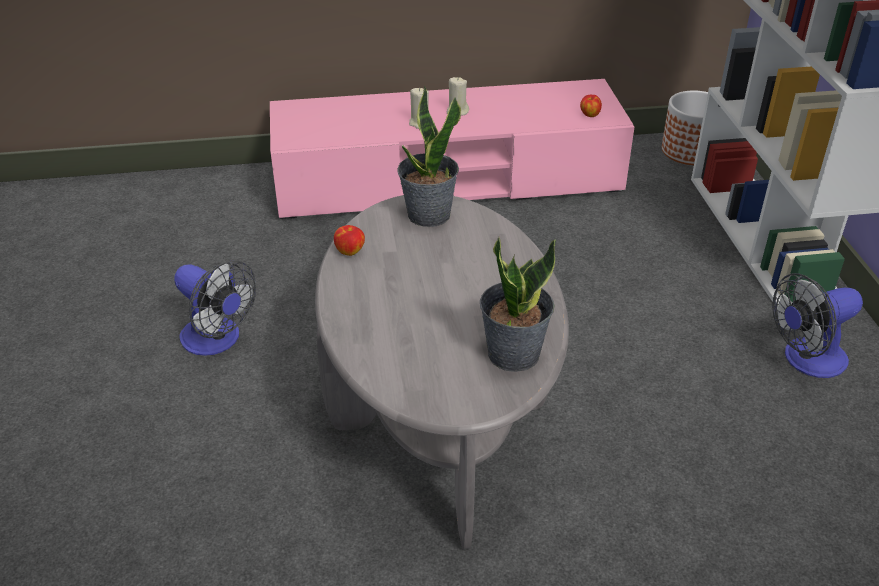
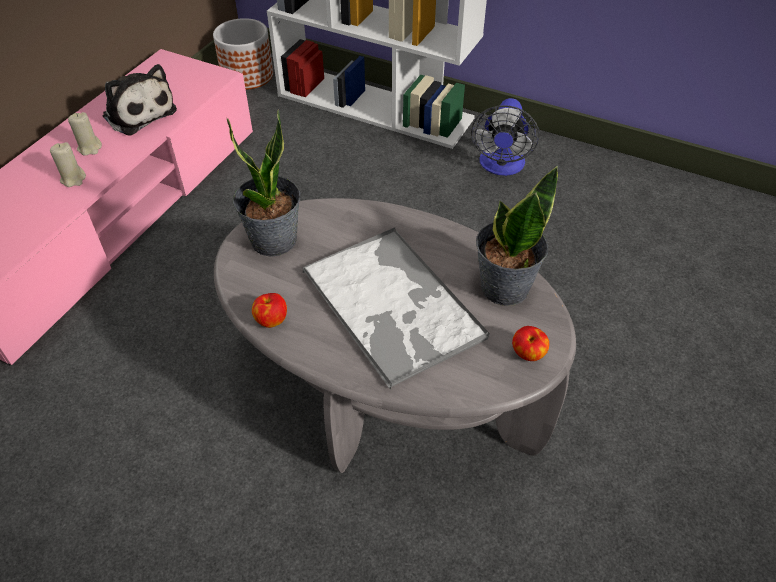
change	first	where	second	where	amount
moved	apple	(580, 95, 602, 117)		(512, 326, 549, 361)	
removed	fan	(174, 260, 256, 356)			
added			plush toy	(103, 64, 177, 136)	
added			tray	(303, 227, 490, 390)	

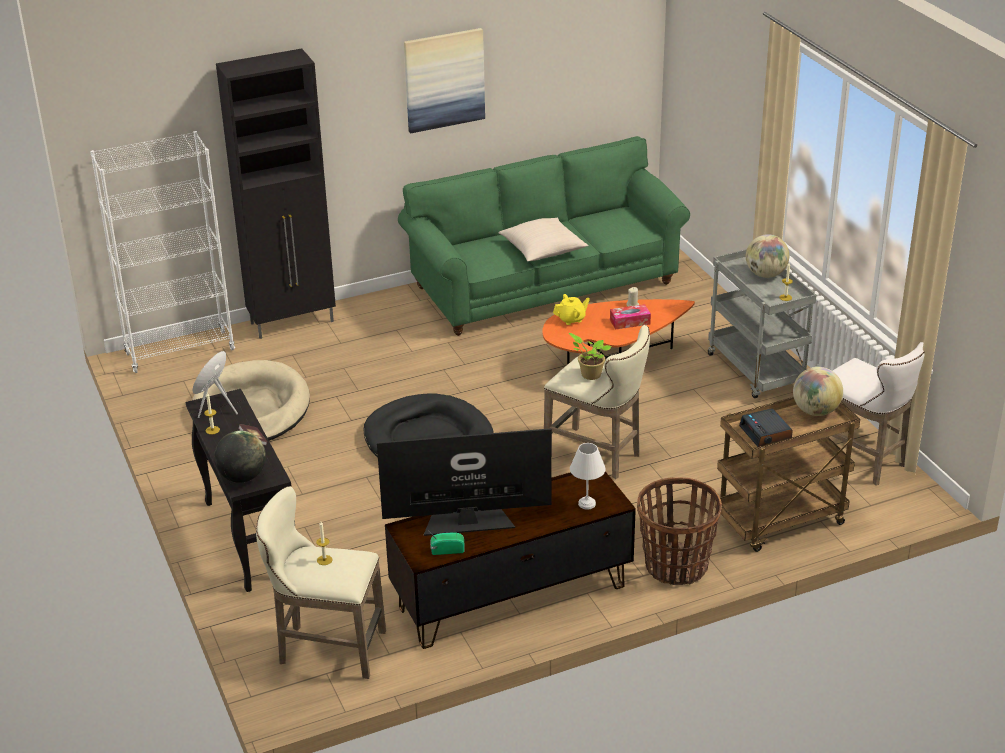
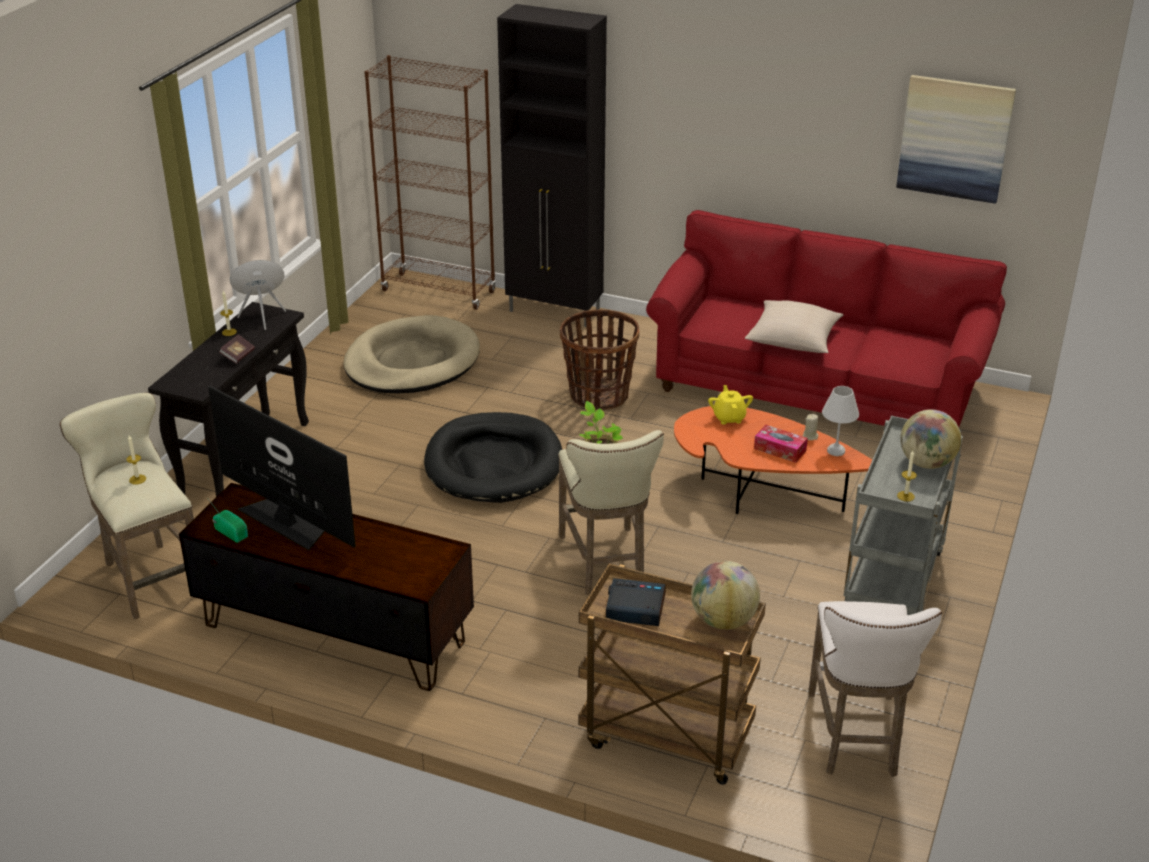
change	first	where	second	where	amount
moved	picture	(404, 28, 485, 133)		(896, 75, 1016, 204)	
recoloured	white bookcase	(90, 131, 235, 373)	brown bookcase	(364, 55, 496, 310)	
recoloured	green sofa	(398, 136, 690, 336)	red sofa	(646, 210, 1007, 427)	
turned	yellow teapot	(553, 294, 590, 325)		(708, 385, 753, 424)	120 degrees counterclockwise
turned	alarm clock	(739, 408, 793, 447)		(606, 578, 665, 626)	75 degrees clockwise
removed	globe	(214, 431, 266, 483)			
moved	white table lamp	(570, 443, 606, 509)		(822, 386, 859, 456)	
moved	basket	(637, 477, 722, 585)		(560, 309, 639, 410)	

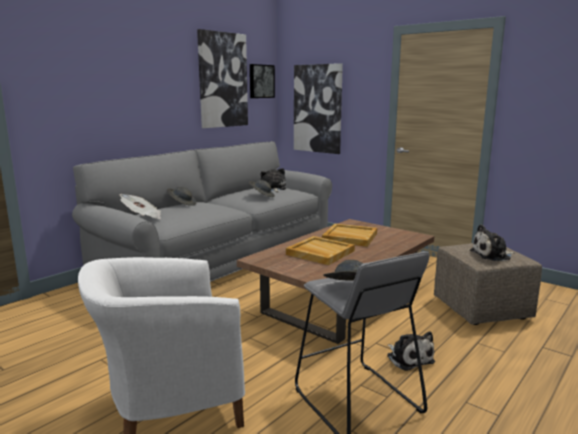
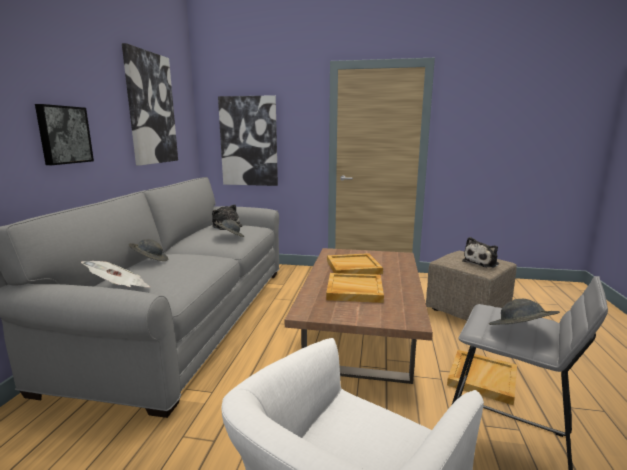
change	first	where	second	where	amount
moved	picture	(250, 64, 275, 98)		(35, 104, 94, 165)	
replaced	plush toy	(387, 331, 435, 371)	beige tray	(447, 350, 517, 405)	

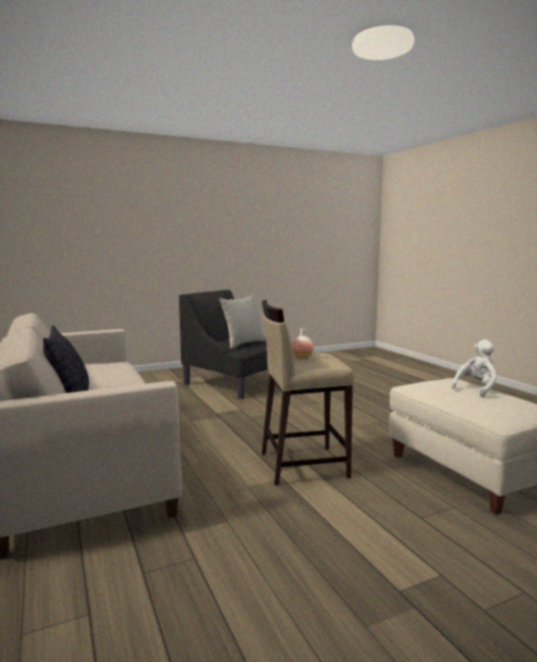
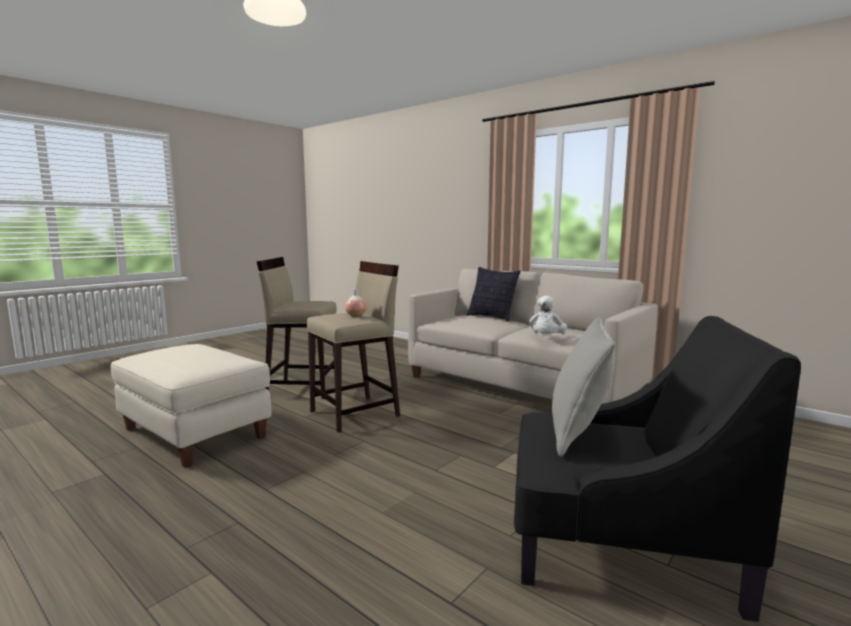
change	first	where	second	where	amount
moved	white plush toy	(451, 340, 497, 397)		(529, 296, 567, 335)	
added			beige stool	(257, 257, 337, 399)	

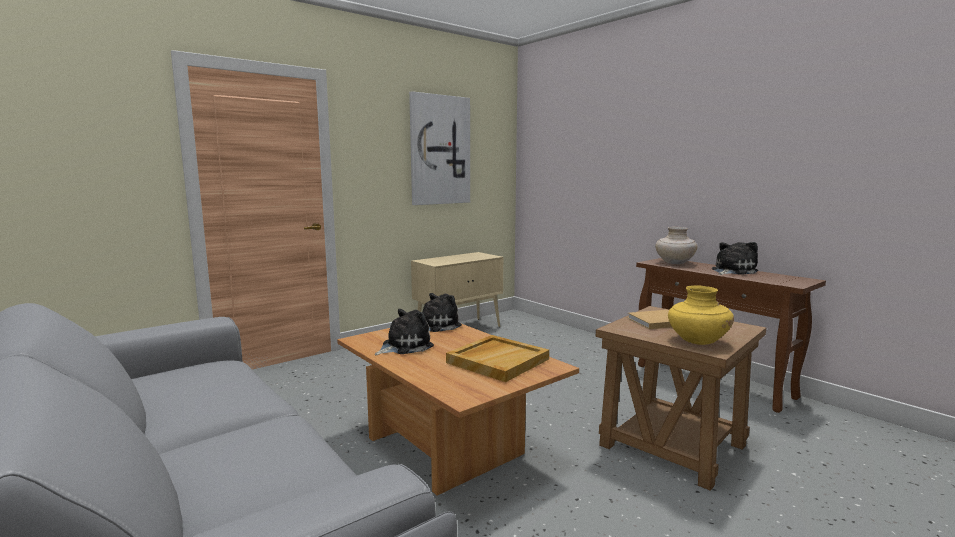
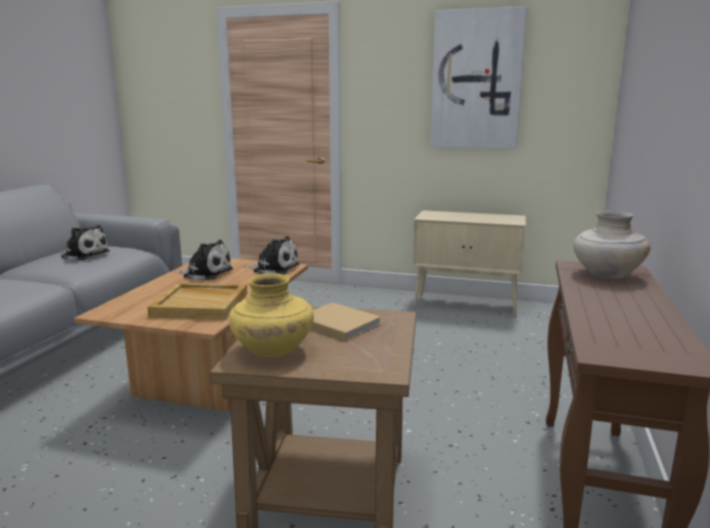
change	first	where	second	where	amount
moved	plush toy	(712, 242, 758, 275)		(58, 225, 110, 261)	

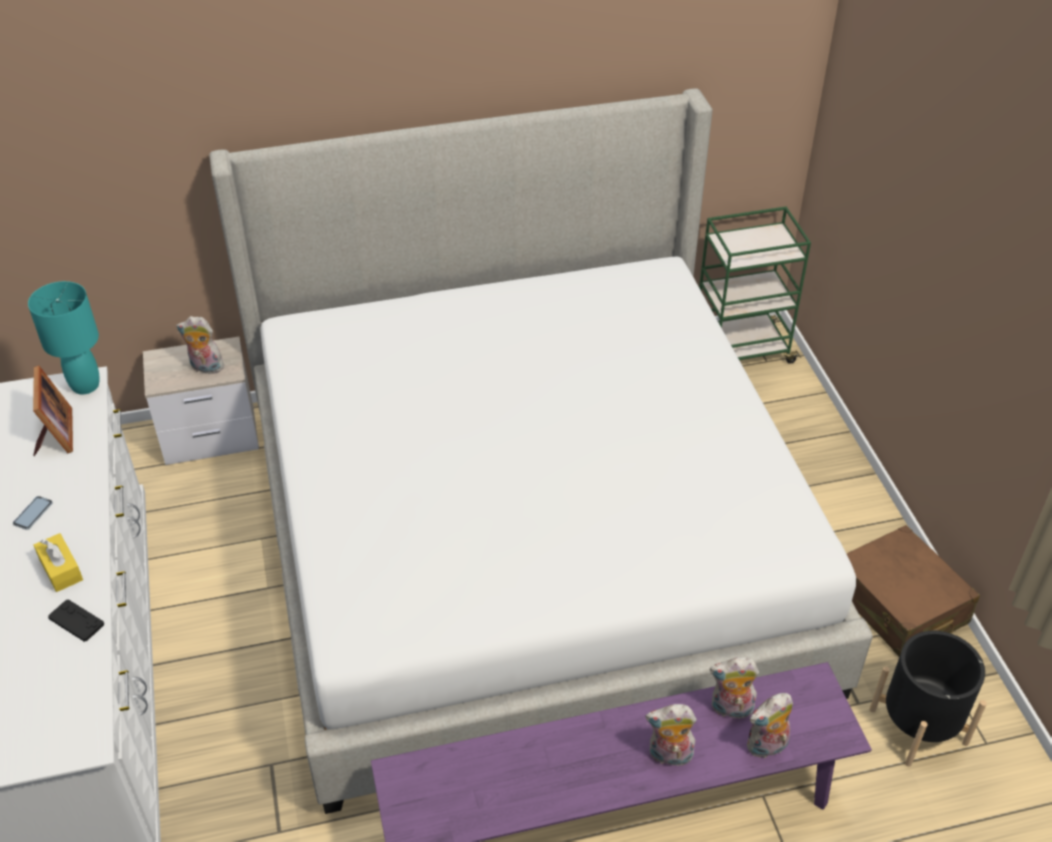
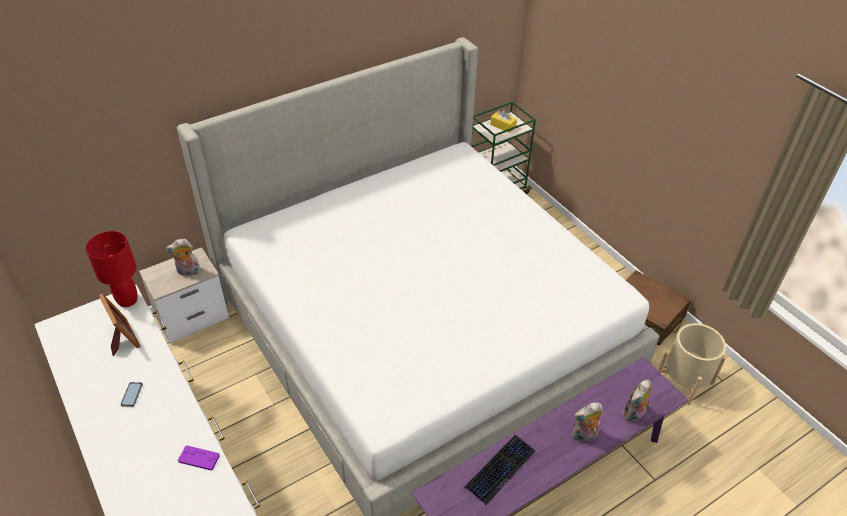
change	first	where	second	where	amount
recoloured	turquoise table lamp	(28, 281, 99, 394)	red table lamp	(85, 231, 137, 307)	
moved	yellow tissue box	(34, 533, 83, 592)		(490, 110, 517, 133)	
recoloured	black game controller	(48, 599, 104, 642)	purple game controller	(178, 446, 220, 470)	
recoloured	black planter	(869, 631, 987, 767)	beige planter	(658, 323, 726, 405)	
removed	plush toy	(710, 657, 759, 720)			
added			keyboard	(464, 435, 535, 505)	

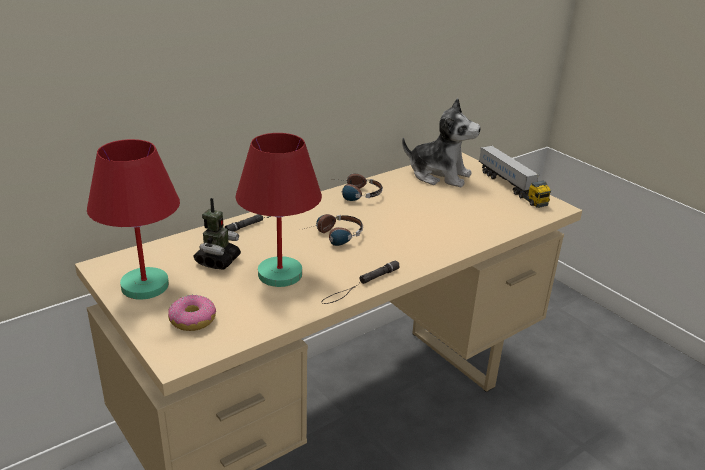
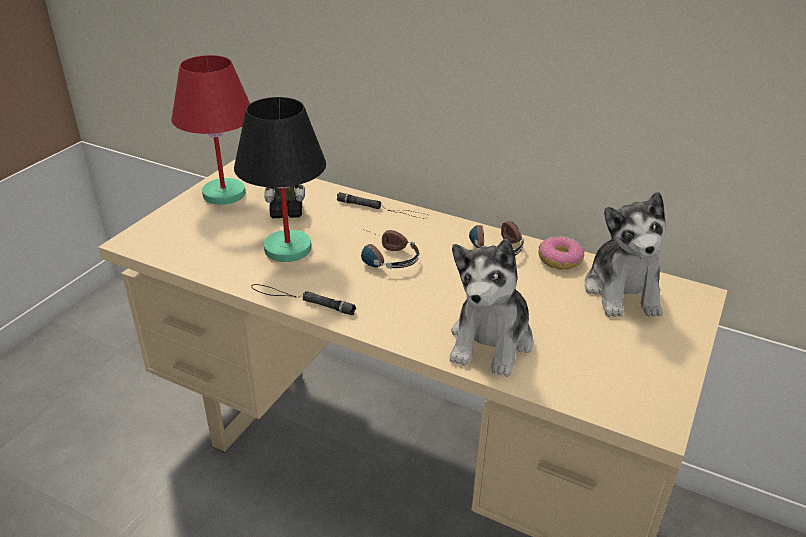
change	first	where	second	where	amount
recoloured	red table lamp	(235, 133, 322, 287)	black table lamp	(234, 97, 326, 262)	
removed	toy truck	(479, 145, 551, 208)			
moved	donut	(168, 295, 216, 331)		(538, 236, 584, 270)	
added			plush toy	(450, 239, 533, 377)	

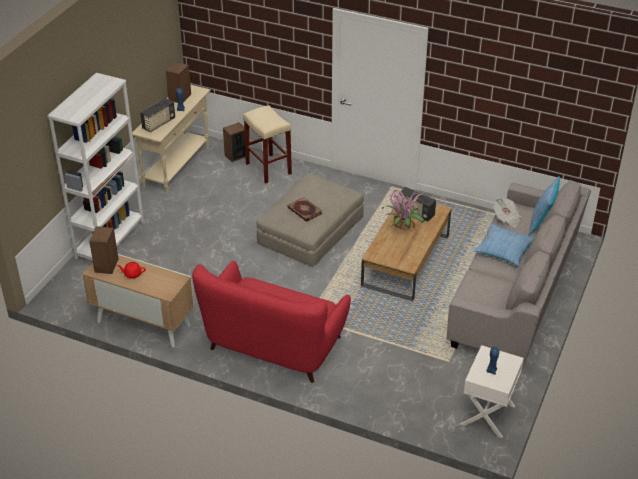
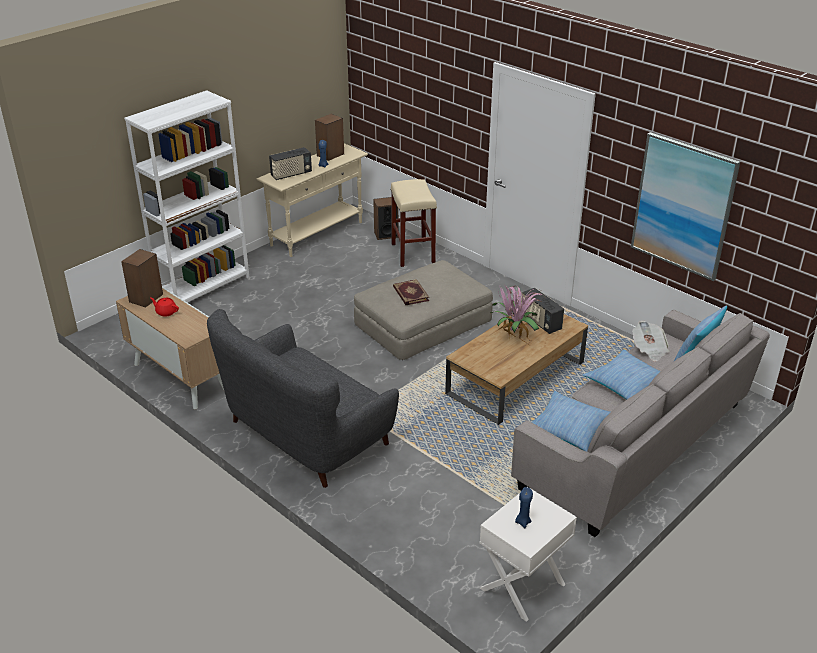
change	first	where	second	where	amount
recoloured	red sofa	(192, 261, 351, 383)	grey sofa	(207, 309, 399, 488)	
added			picture	(631, 132, 740, 281)	
added			pillow	(532, 391, 611, 451)	

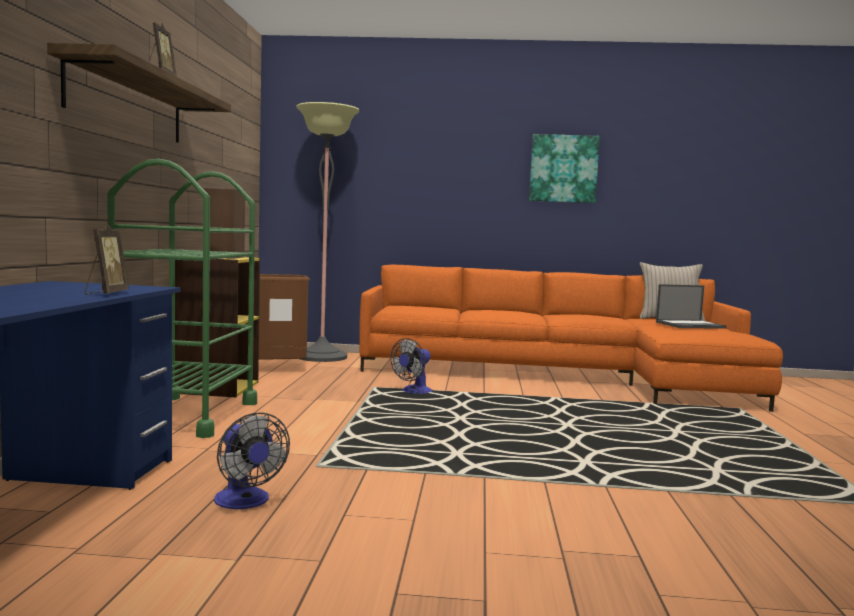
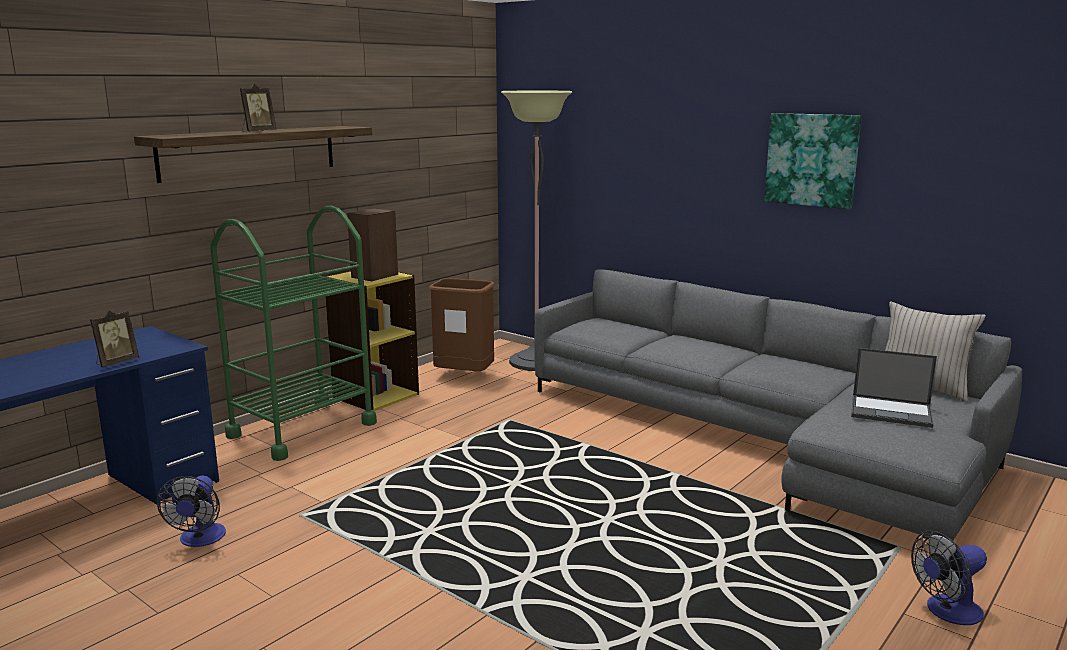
change	first	where	second	where	amount
recoloured	orange sofa	(359, 265, 783, 412)	grey sofa	(534, 270, 1022, 541)	
moved	fan	(390, 338, 432, 394)		(911, 531, 987, 625)	

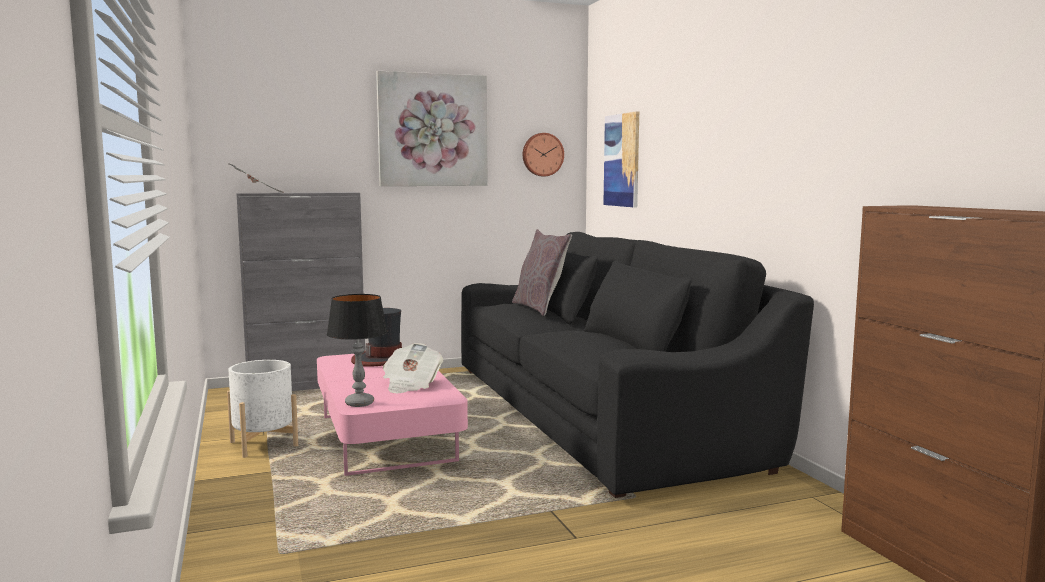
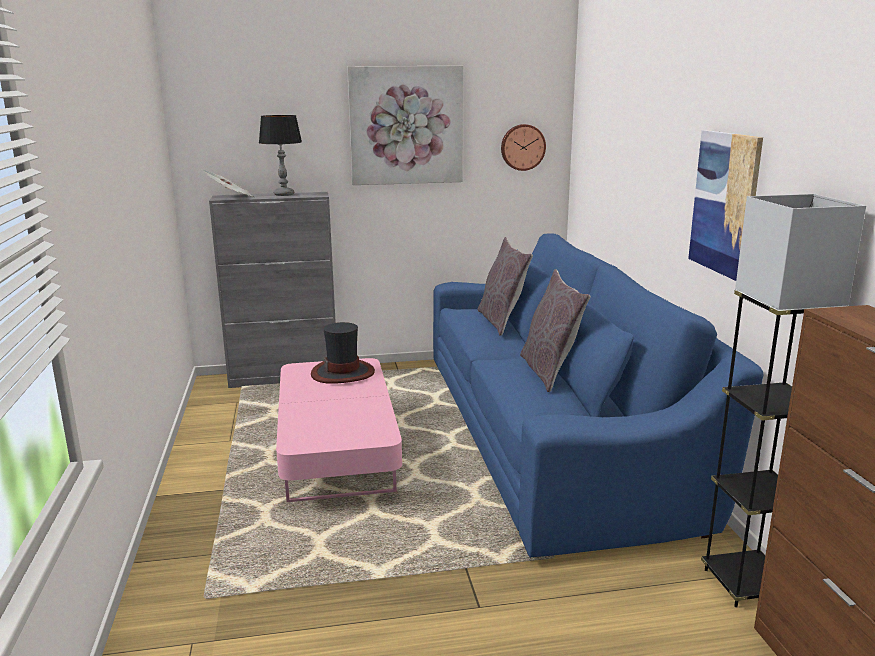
change	first	where	second	where	amount
moved	picture	(603, 111, 639, 207)		(688, 130, 763, 281)	
recoloured	black sofa	(461, 232, 814, 498)	blue sofa	(433, 233, 763, 558)	
moved	table lamp	(327, 294, 388, 407)		(259, 115, 302, 196)	
removed	newspaper	(382, 343, 443, 393)			
removed	white planter	(227, 360, 298, 458)			
added			grey floor lamp	(701, 194, 866, 607)	
added			grey pillow	(520, 269, 591, 392)	

